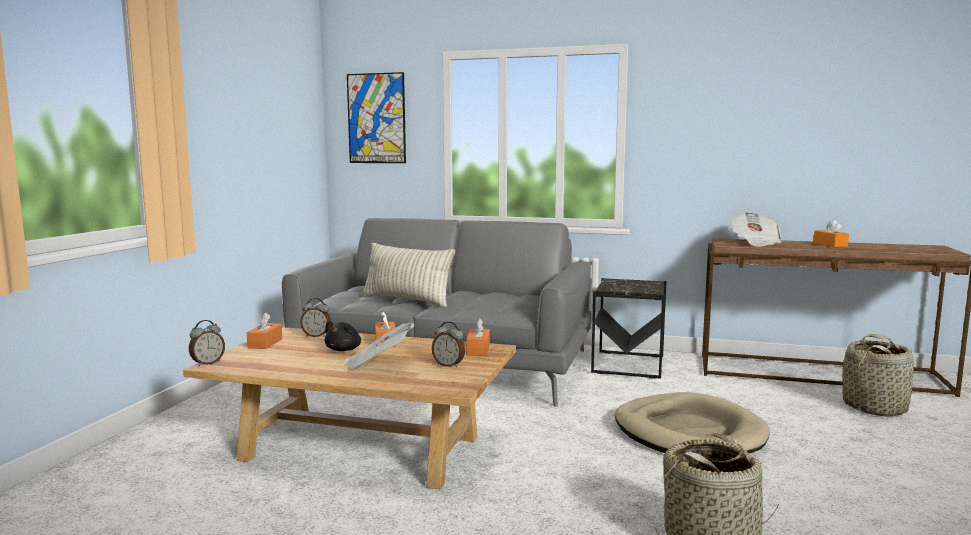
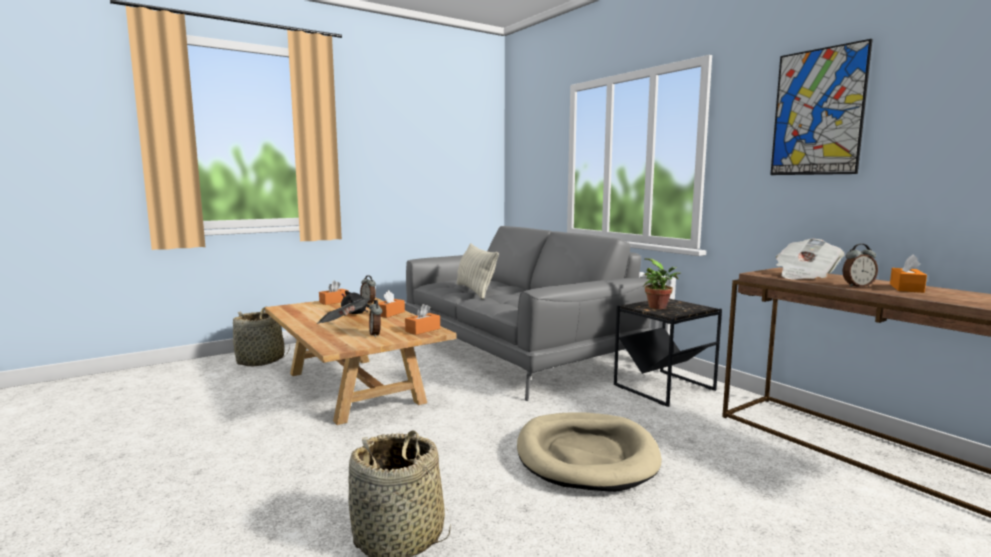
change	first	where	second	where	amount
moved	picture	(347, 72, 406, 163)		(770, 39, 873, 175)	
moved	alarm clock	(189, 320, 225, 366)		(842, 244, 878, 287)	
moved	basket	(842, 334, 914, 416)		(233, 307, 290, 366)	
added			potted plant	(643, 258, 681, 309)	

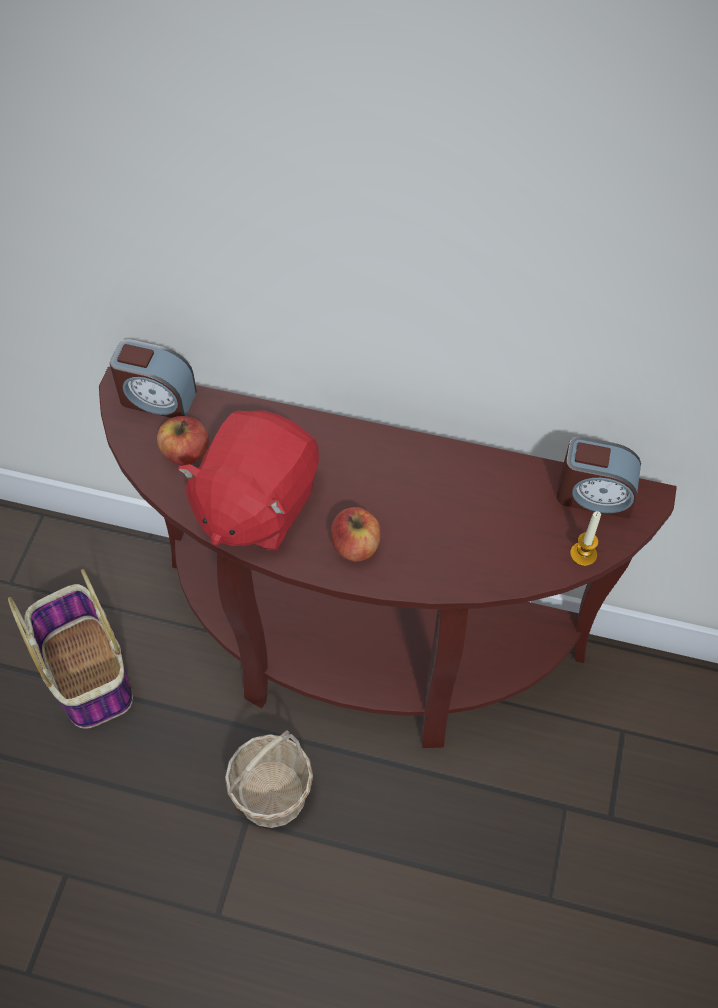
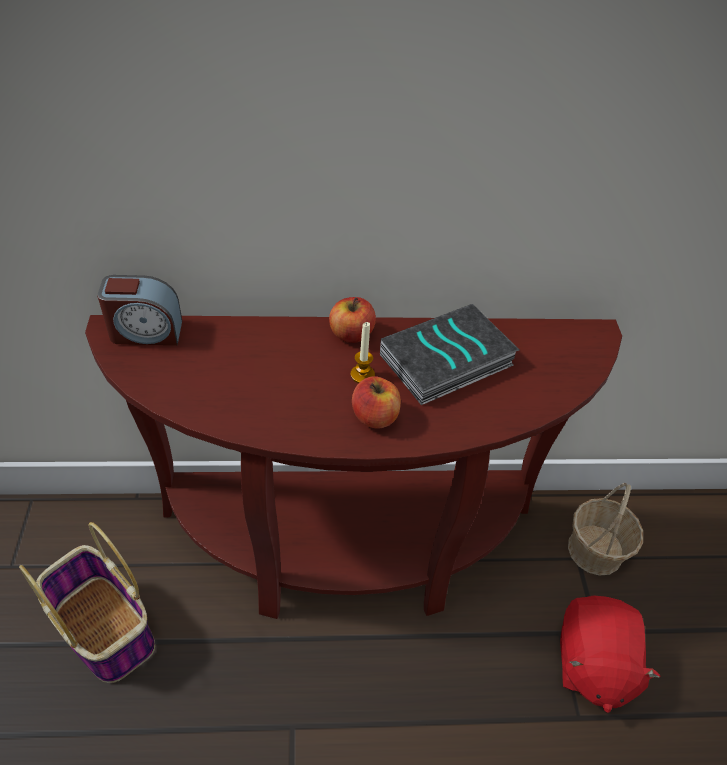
change	first	where	second	where	amount
moved	red plush toy	(178, 410, 319, 551)		(560, 595, 661, 713)	
moved	apple	(157, 416, 209, 466)		(329, 297, 376, 343)	
removed	alarm clock	(557, 436, 641, 519)			
moved	candle	(570, 511, 601, 566)		(351, 322, 375, 383)	
moved	basket	(225, 730, 313, 828)		(568, 483, 643, 576)	
added			book	(380, 304, 520, 405)	

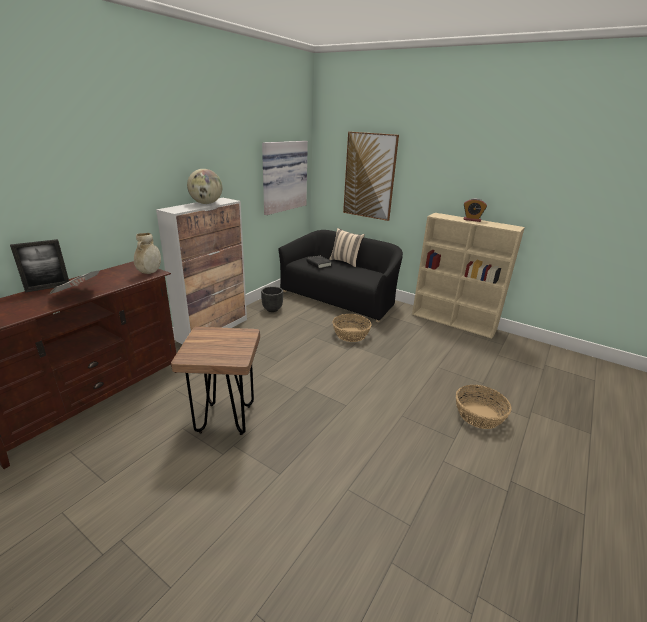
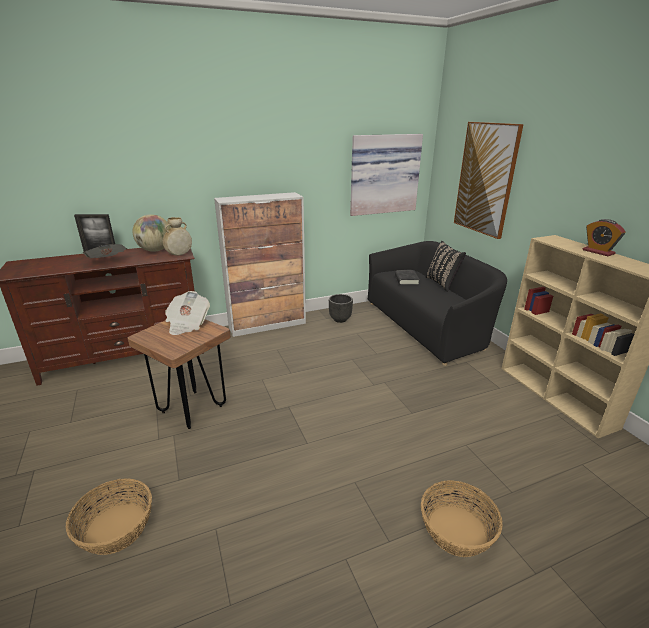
change	first	where	second	where	amount
moved	globe	(187, 169, 222, 204)		(133, 214, 171, 252)	
recoloured	beige pillow	(329, 228, 365, 267)	black pillow	(425, 241, 466, 292)	
moved	basket	(333, 314, 372, 342)		(66, 478, 152, 555)	
added			newspaper	(165, 291, 210, 335)	

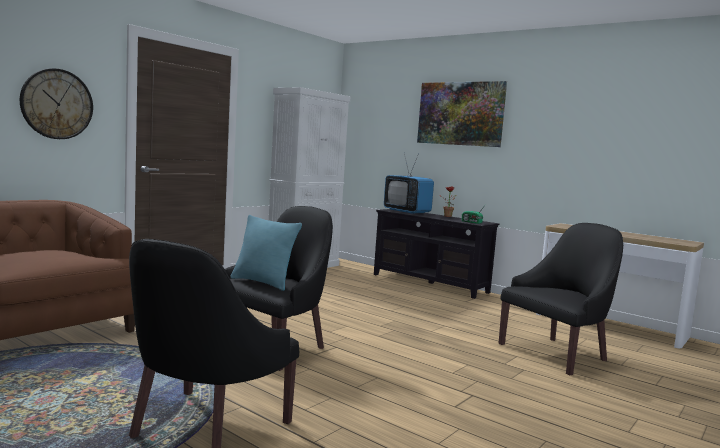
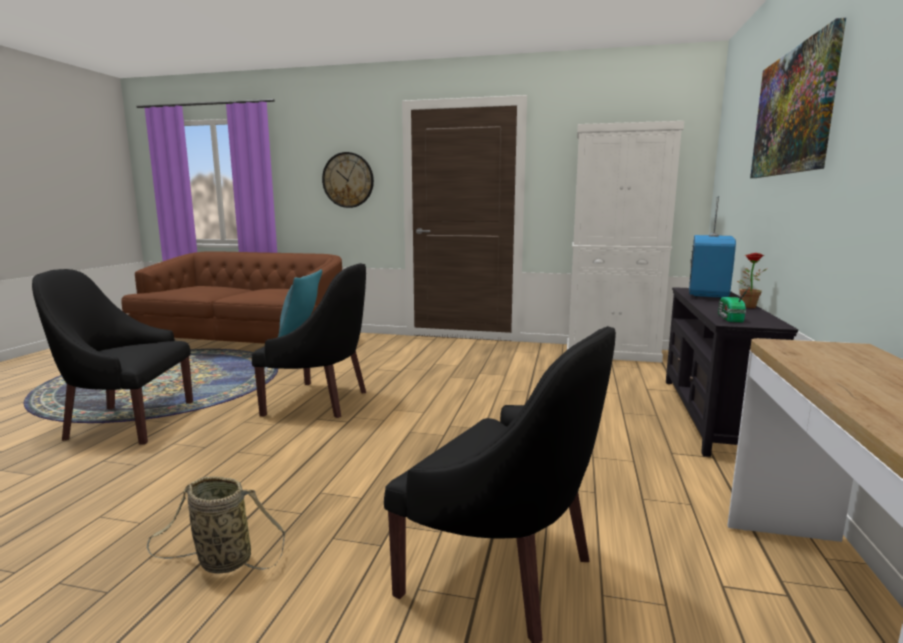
change	first	where	second	where	amount
added			basket	(147, 476, 285, 573)	

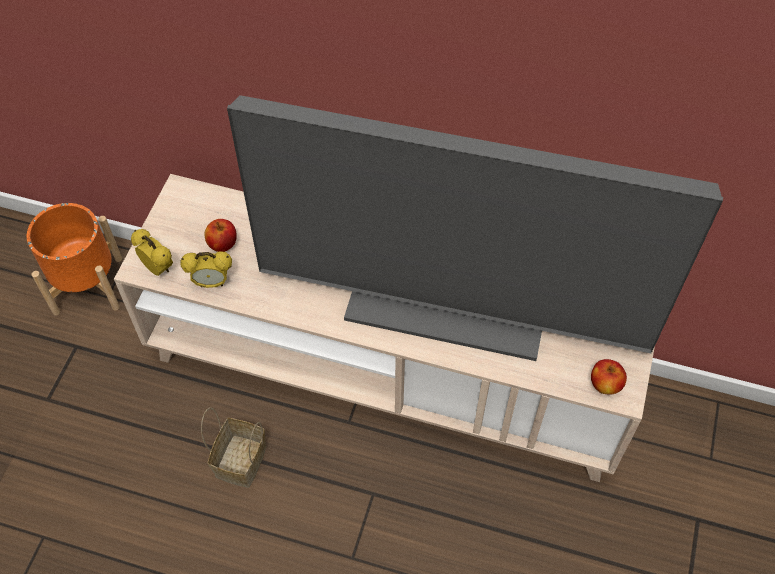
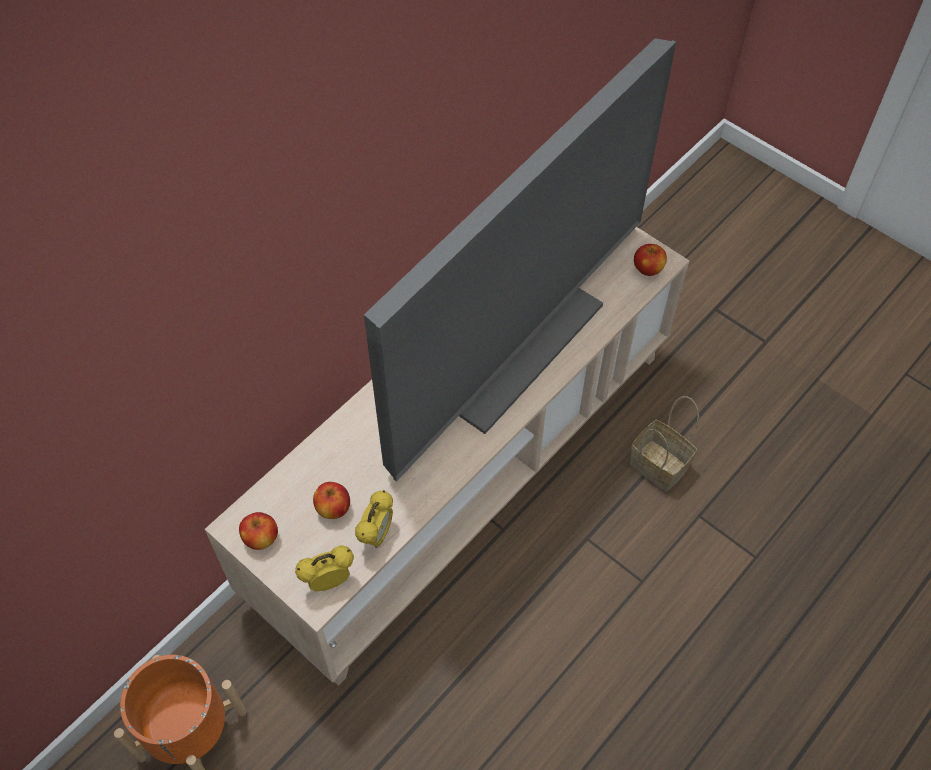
change	first	where	second	where	amount
moved	basket	(201, 407, 266, 488)		(630, 396, 699, 491)	
added			apple	(239, 512, 278, 550)	

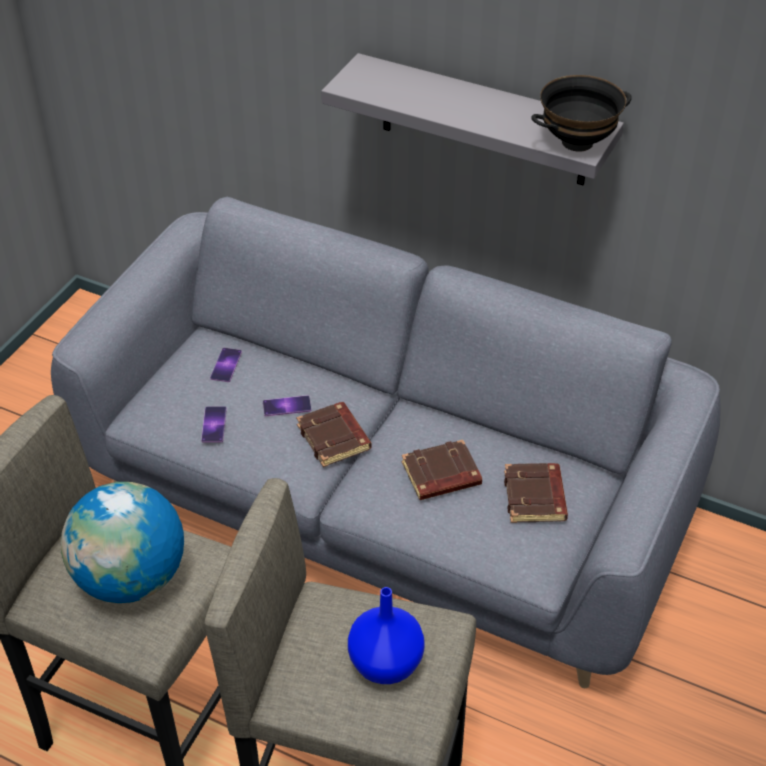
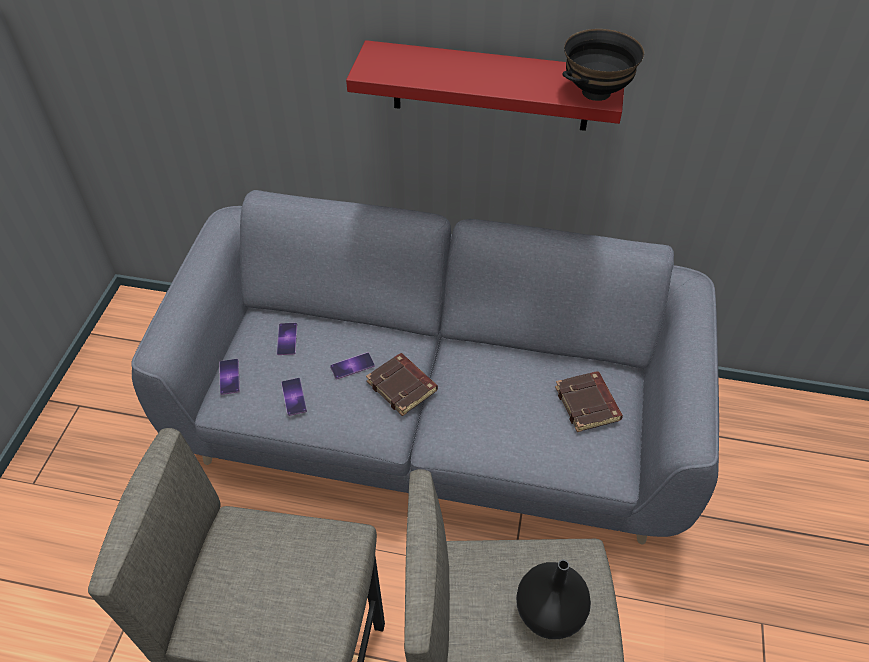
change	first	where	second	where	amount
recoloured	grey shelf	(321, 53, 624, 185)	red shelf	(346, 40, 624, 131)	
removed	brown book	(402, 440, 482, 500)			
removed	globe	(61, 482, 184, 603)			
recoloured	blue vase	(348, 587, 425, 684)	black vase	(516, 560, 591, 639)	
added			phone	(219, 359, 240, 395)	

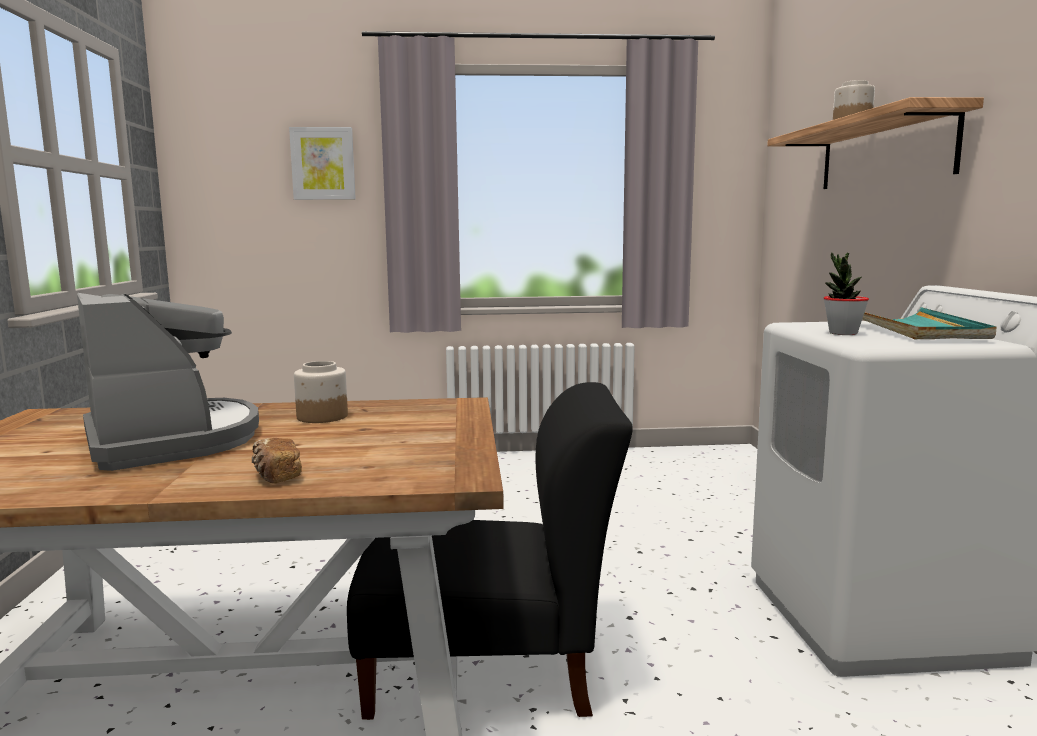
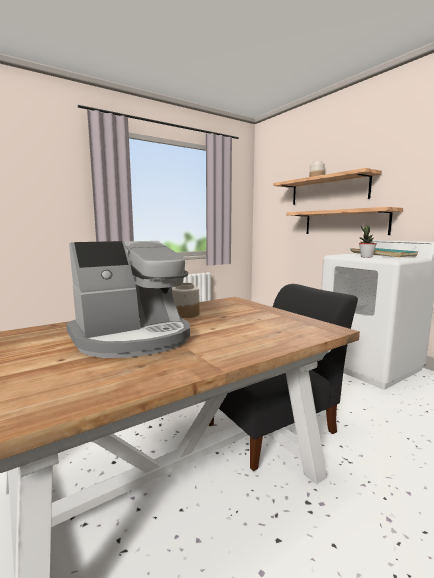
change	first	where	second	where	amount
removed	picture	(289, 127, 356, 200)			
turned	coffee machine	(77, 293, 259, 471)		(66, 241, 190, 358)	120 degrees clockwise
removed	bread	(252, 438, 302, 484)			
added			shelf	(286, 207, 403, 235)	

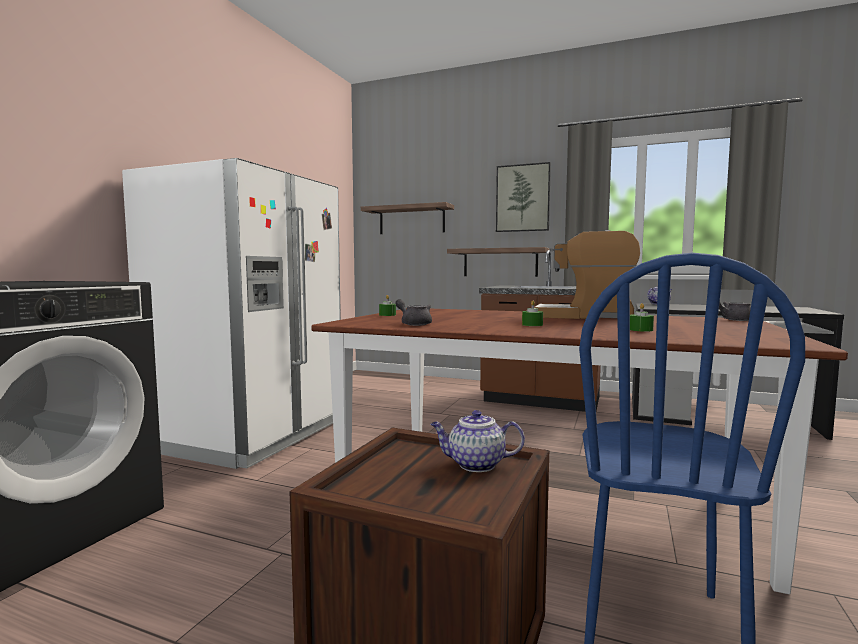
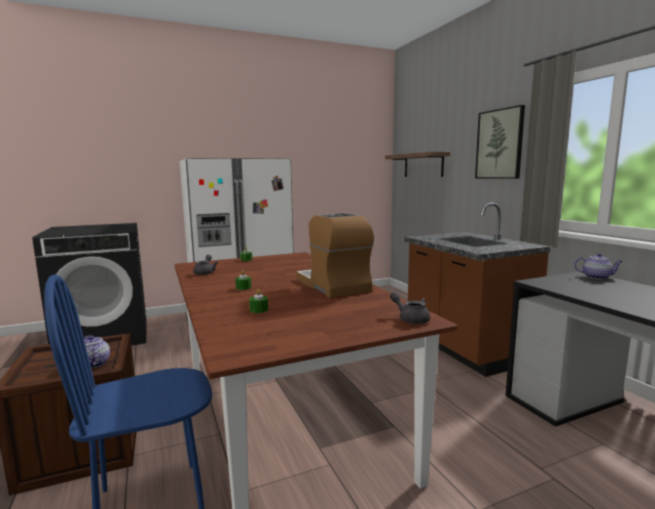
change	first	where	second	where	amount
removed	shelf	(447, 247, 549, 277)			

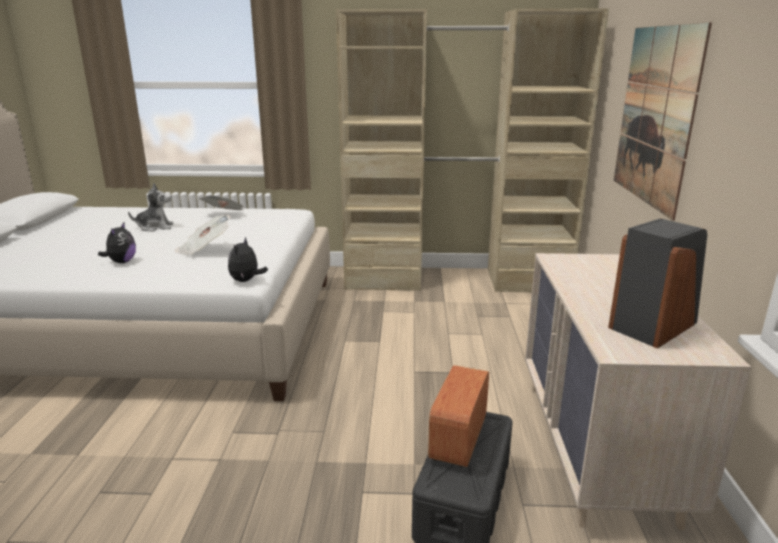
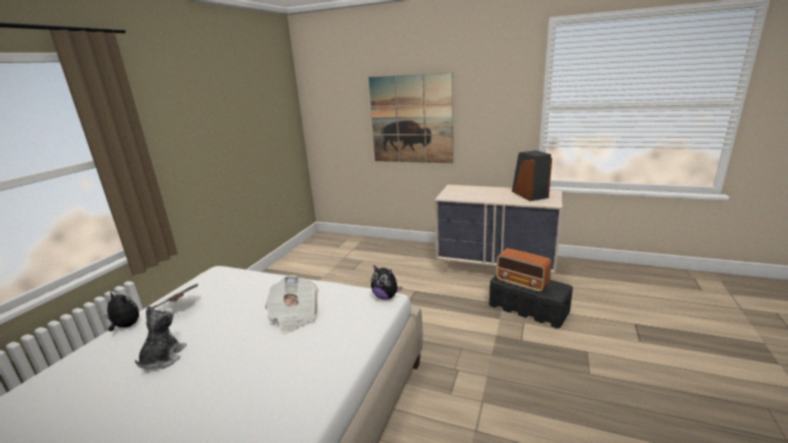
change	first	where	second	where	amount
removed	beige wardrobe	(336, 9, 609, 292)			
moved	plush toy	(98, 223, 136, 263)		(104, 292, 139, 331)	

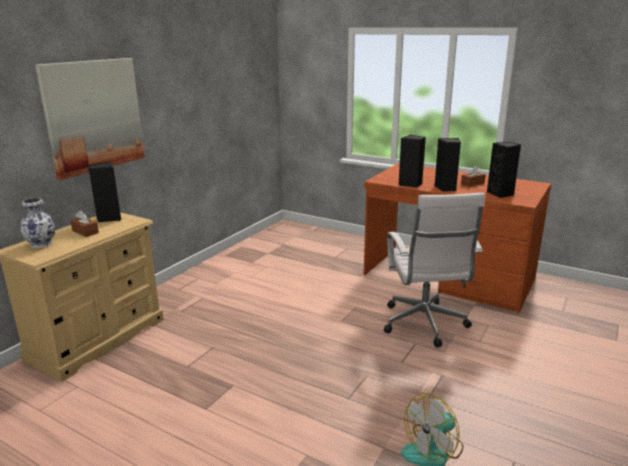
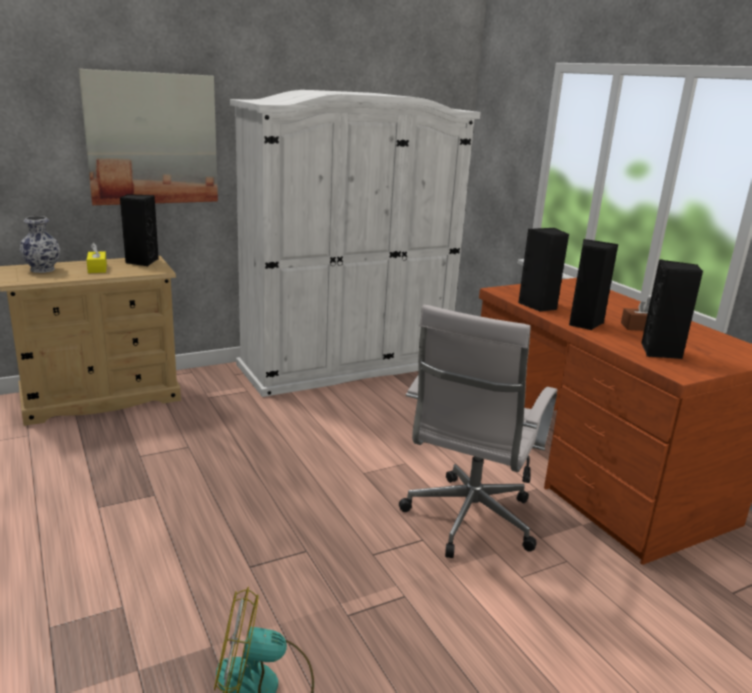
change	first	where	second	where	amount
recoloured	brown tissue box	(70, 211, 99, 237)	yellow tissue box	(87, 242, 107, 273)	
added			white wardrobe	(230, 90, 481, 397)	

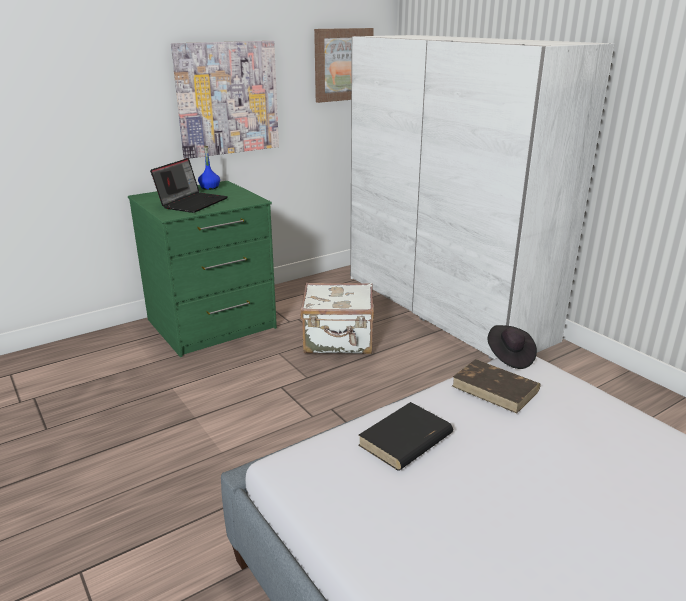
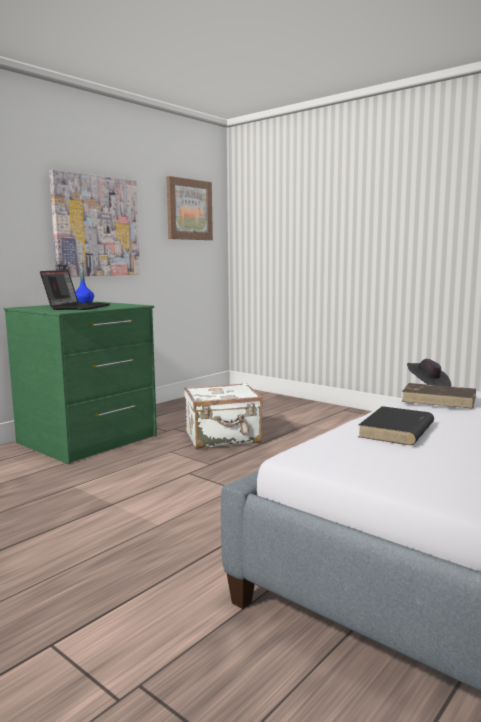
change	first	where	second	where	amount
removed	white wardrobe	(350, 35, 614, 360)			

